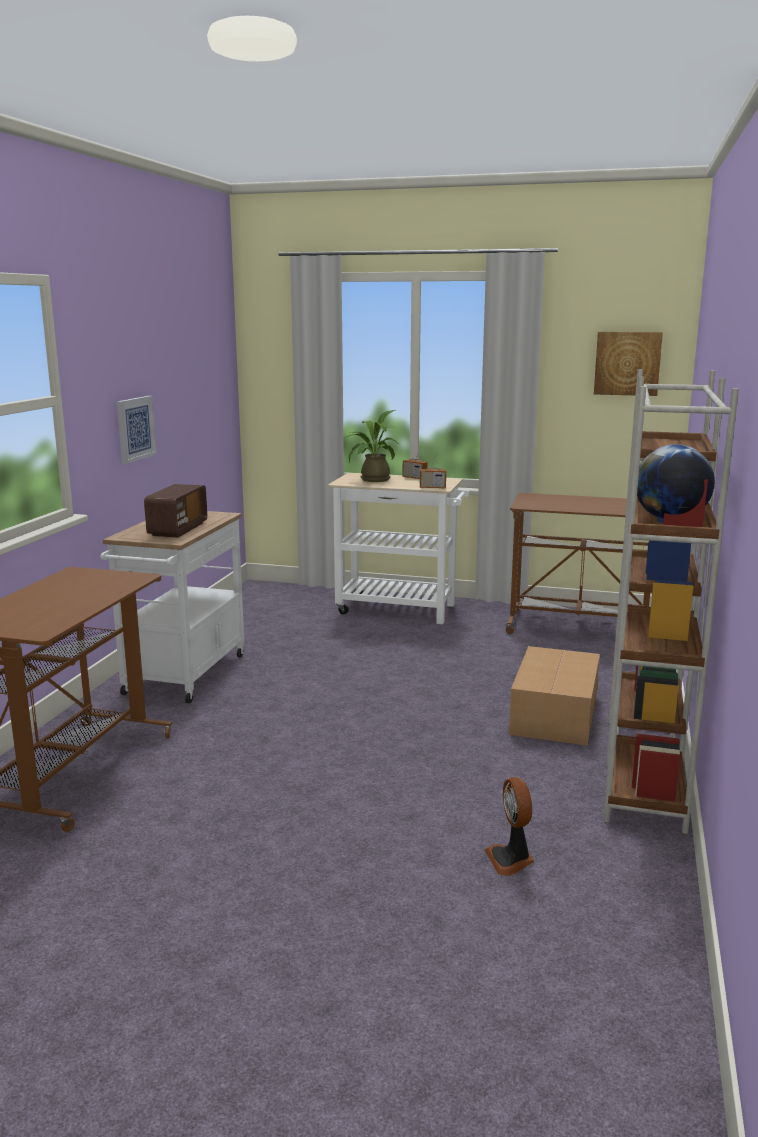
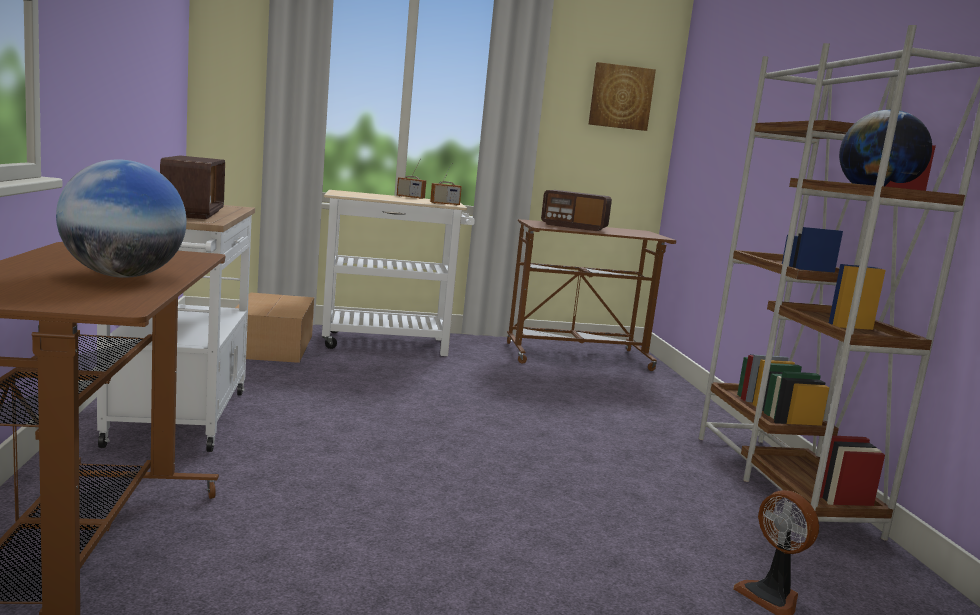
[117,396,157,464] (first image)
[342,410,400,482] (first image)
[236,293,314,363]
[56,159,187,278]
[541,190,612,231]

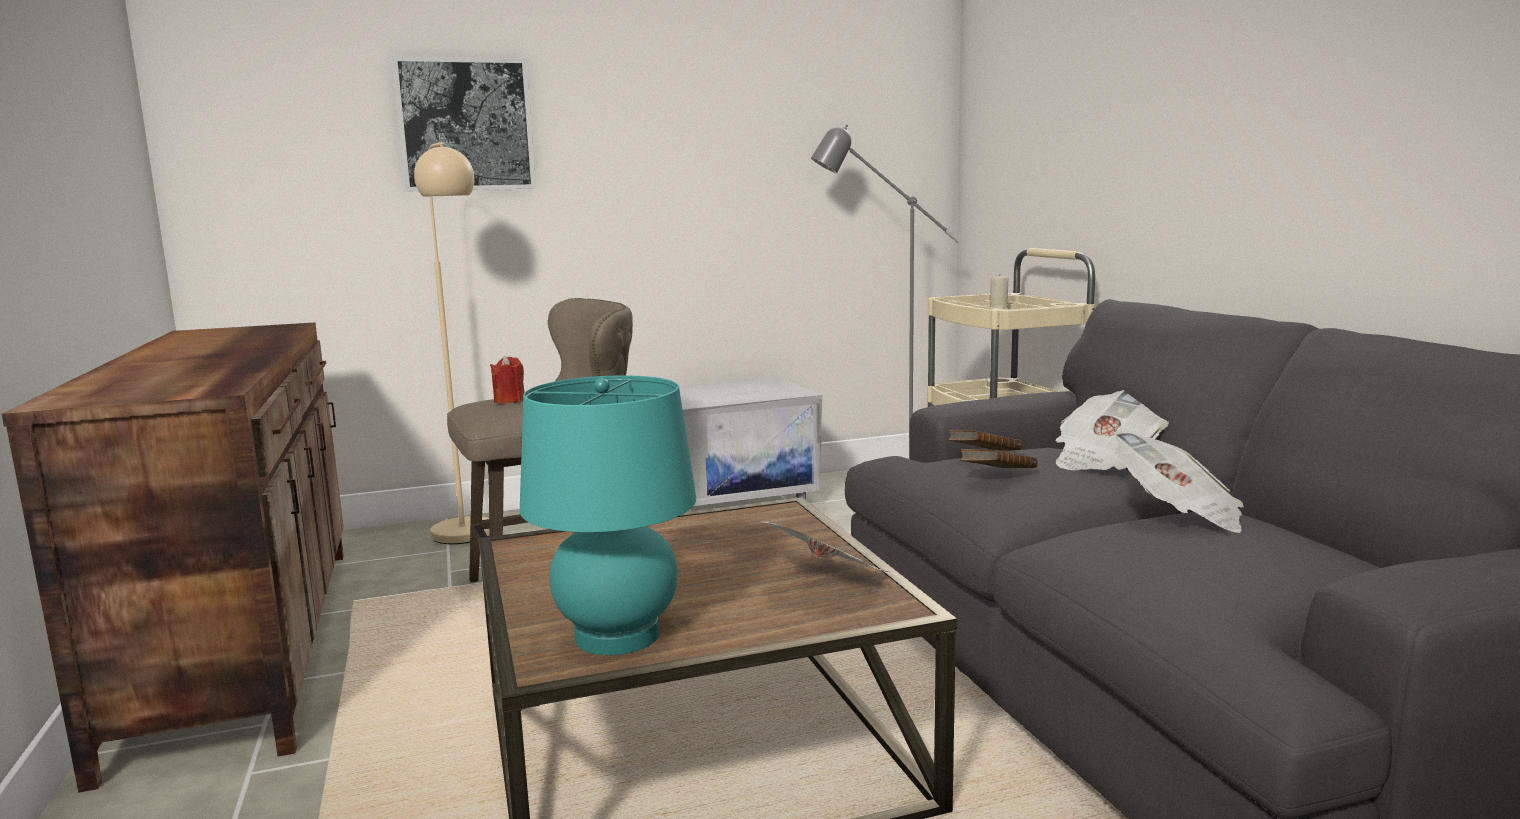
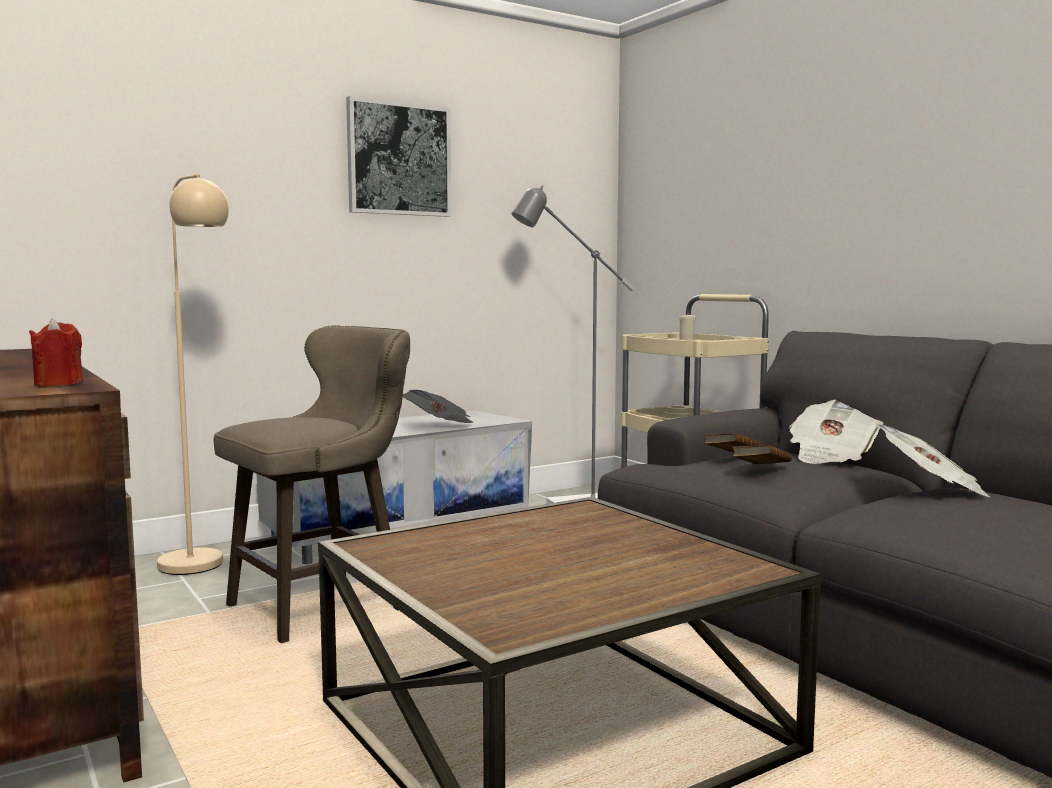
[346,96,451,217]
[29,319,84,387]
[520,375,696,655] (first image)
[403,390,473,423]

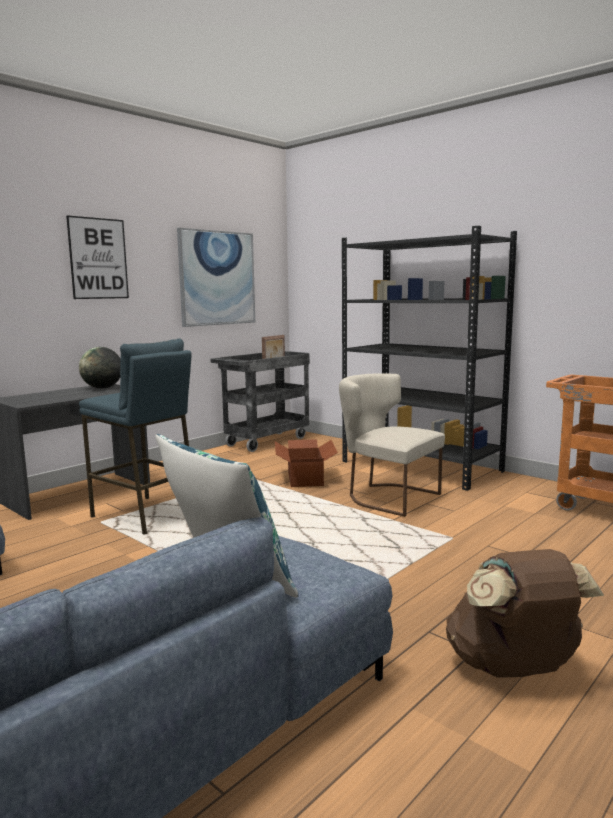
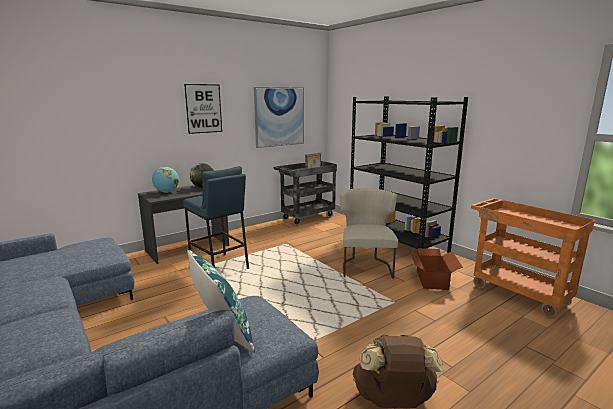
[340,188,398,279]
[409,248,463,290]
[152,167,179,193]

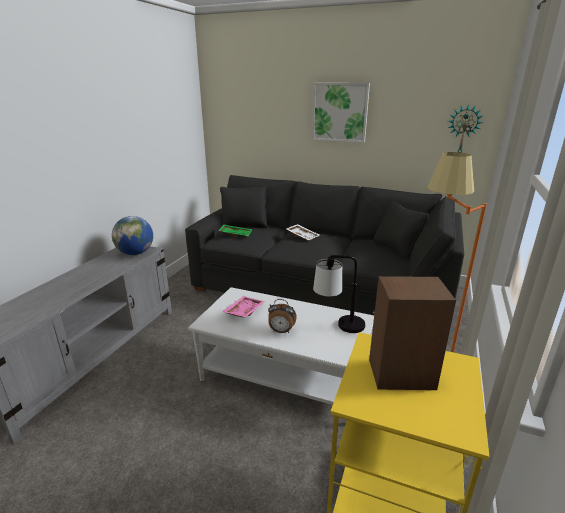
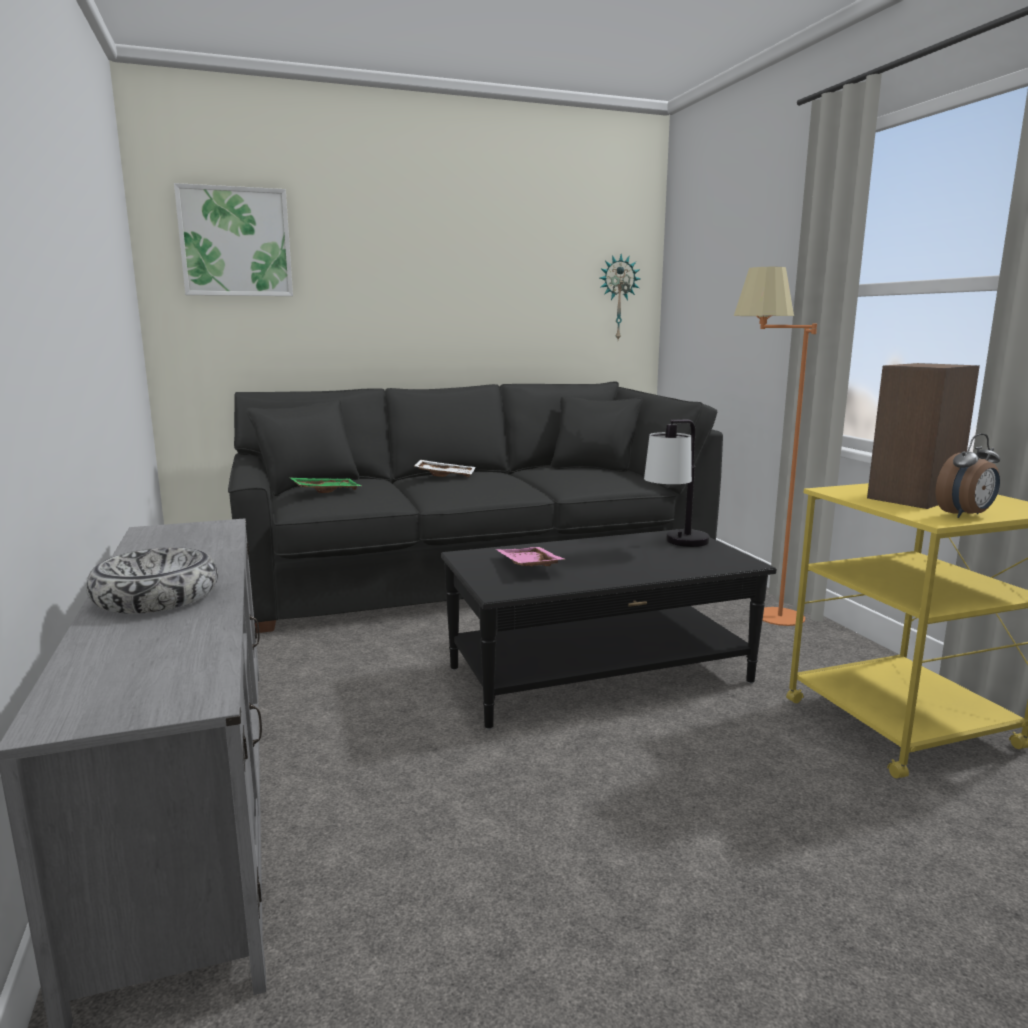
[174,183,293,296]
[112,216,153,255] (first image)
[441,529,776,730]
[936,433,1000,518]
[86,547,218,614]

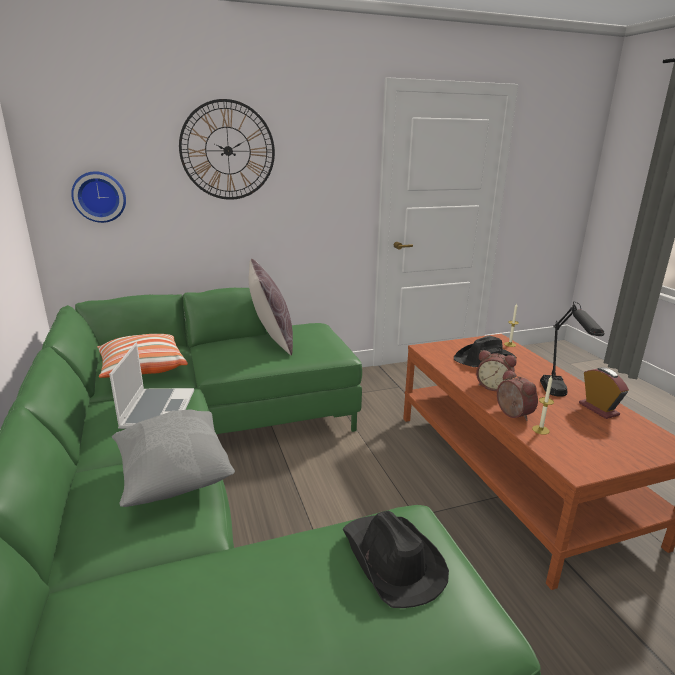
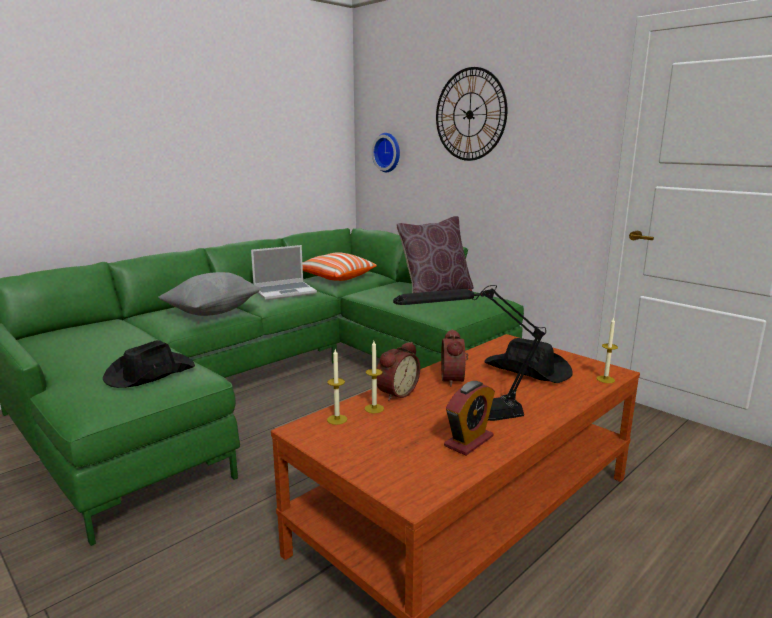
[327,349,347,425]

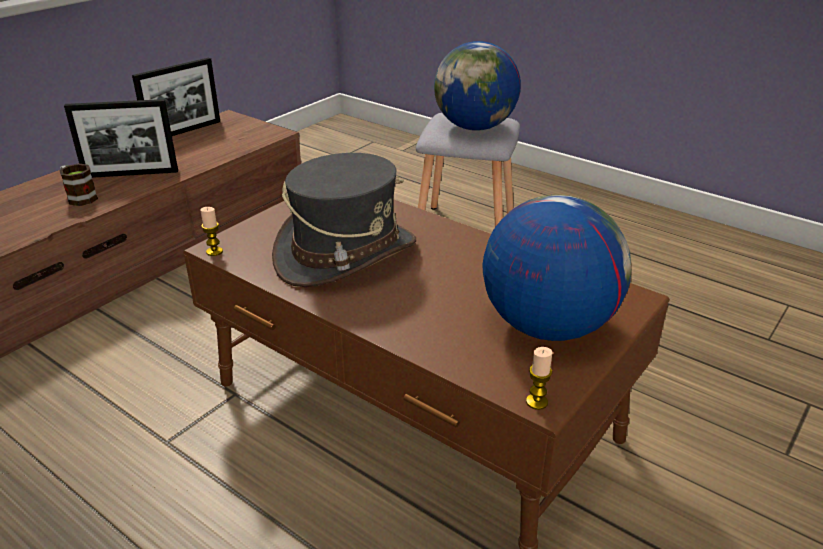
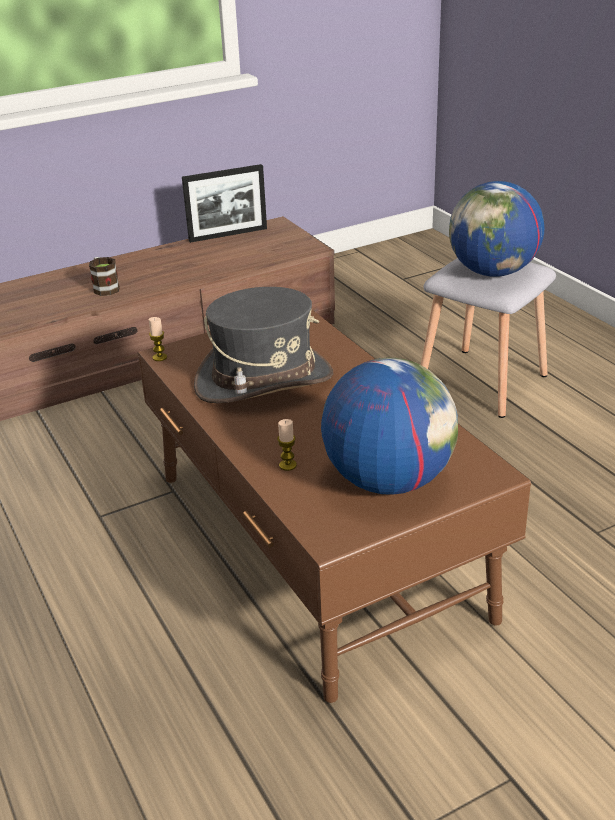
[64,99,178,178] (first image)
[277,419,297,471]

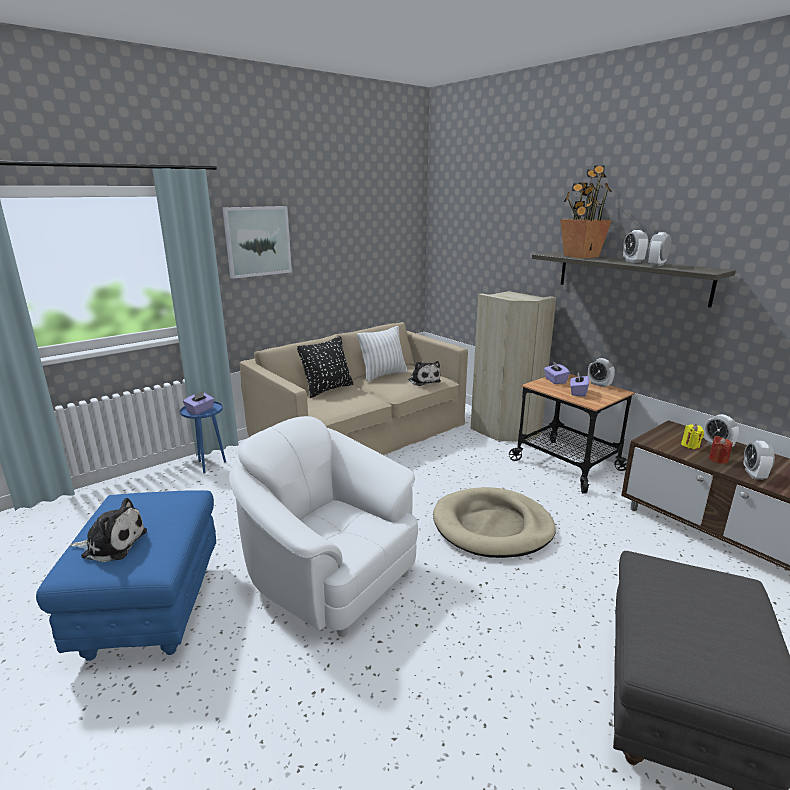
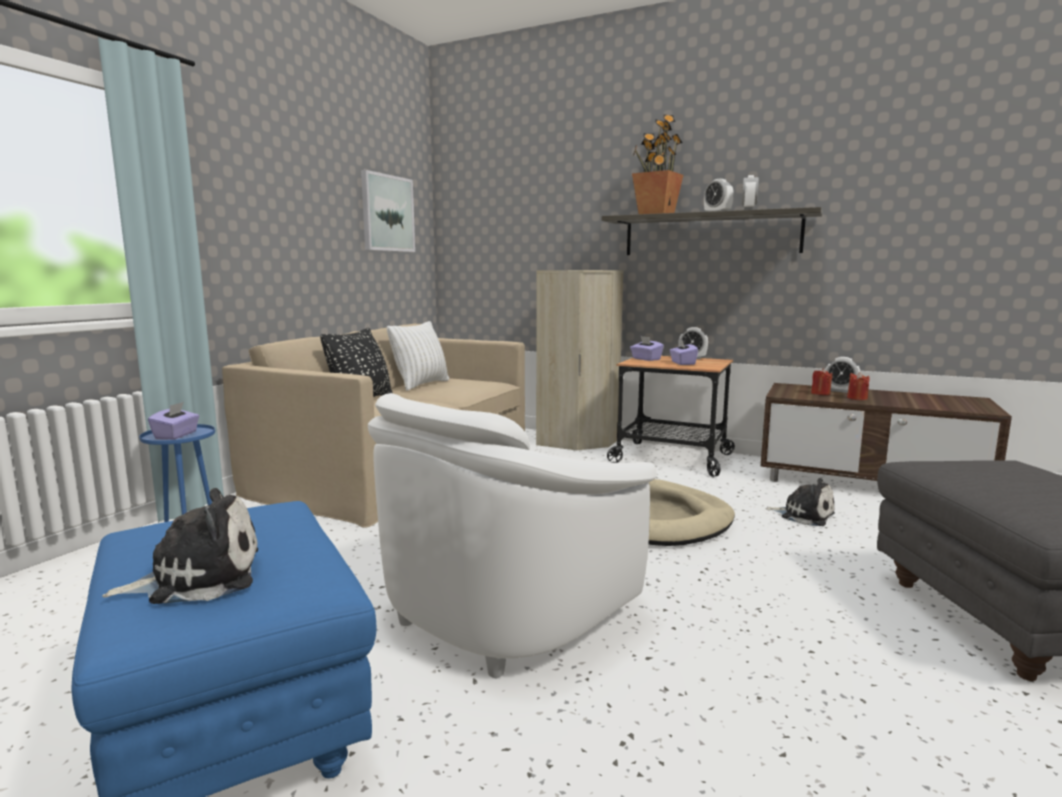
[361,170,415,252]
[765,478,835,526]
[368,393,657,678]
[811,368,833,395]
[743,441,775,480] (first image)

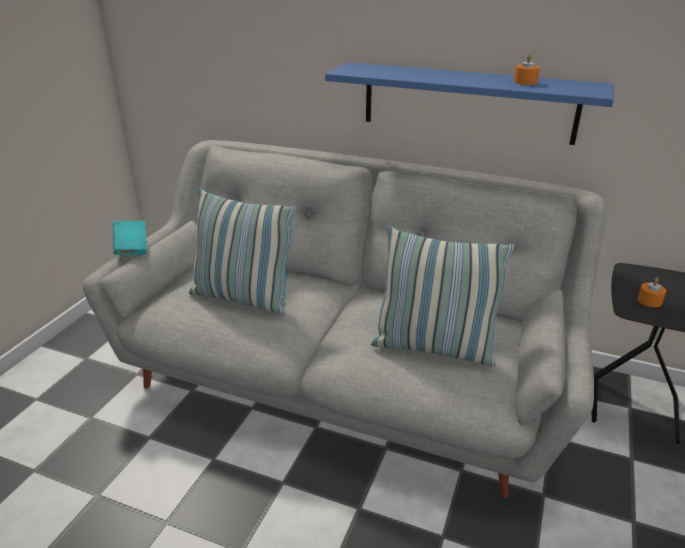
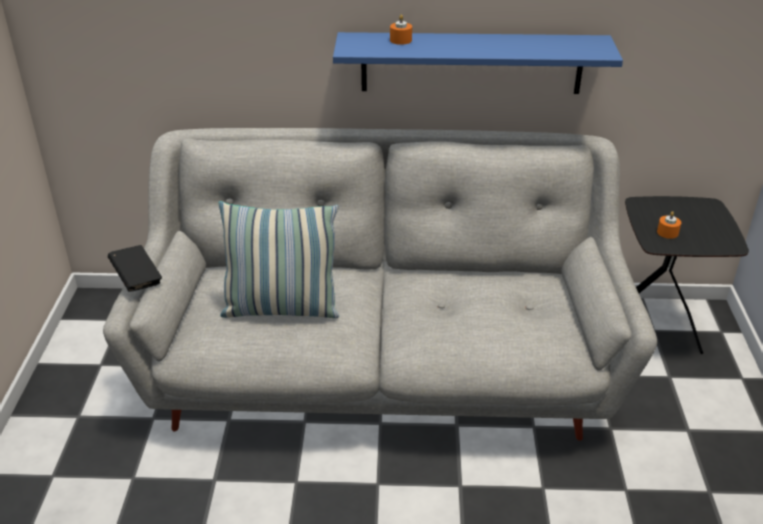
[390,14,412,45]
[108,245,162,292]
[371,226,515,366] (first image)

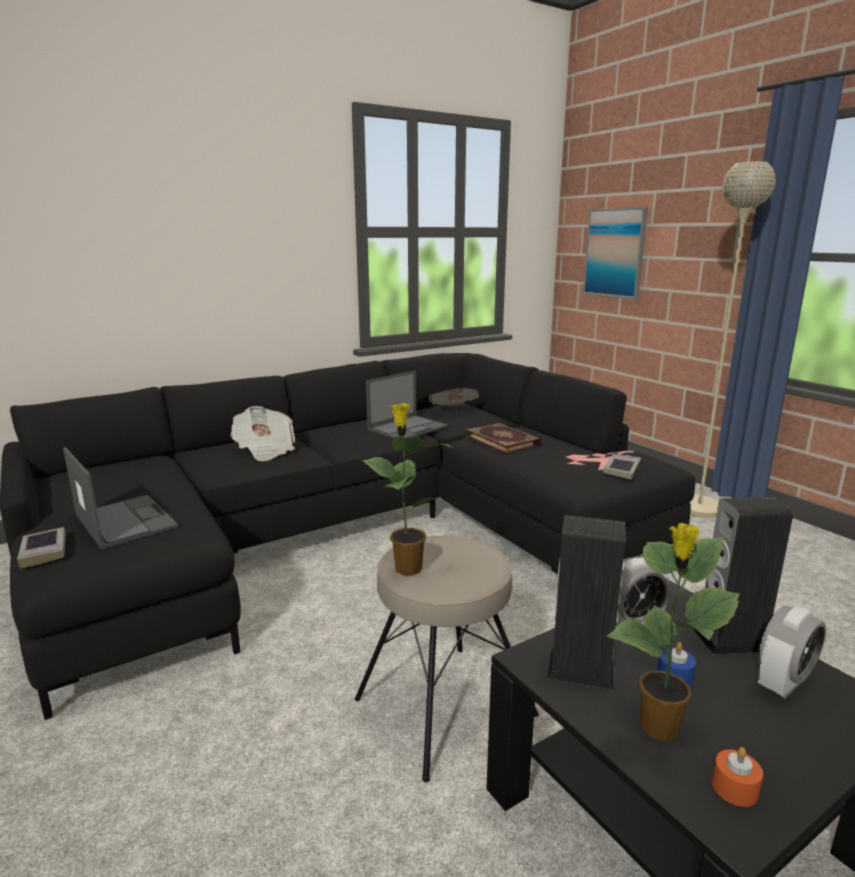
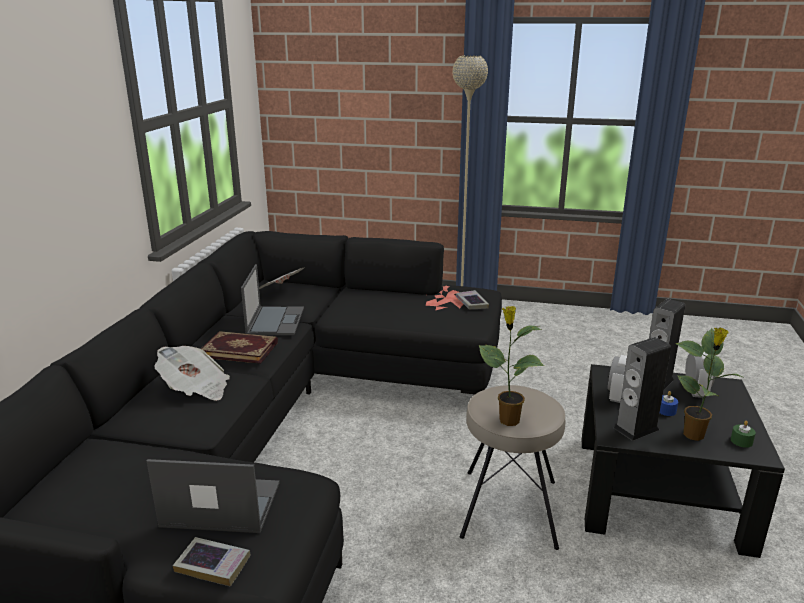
[583,207,648,299] (first image)
[201,331,278,364]
[731,421,756,448]

